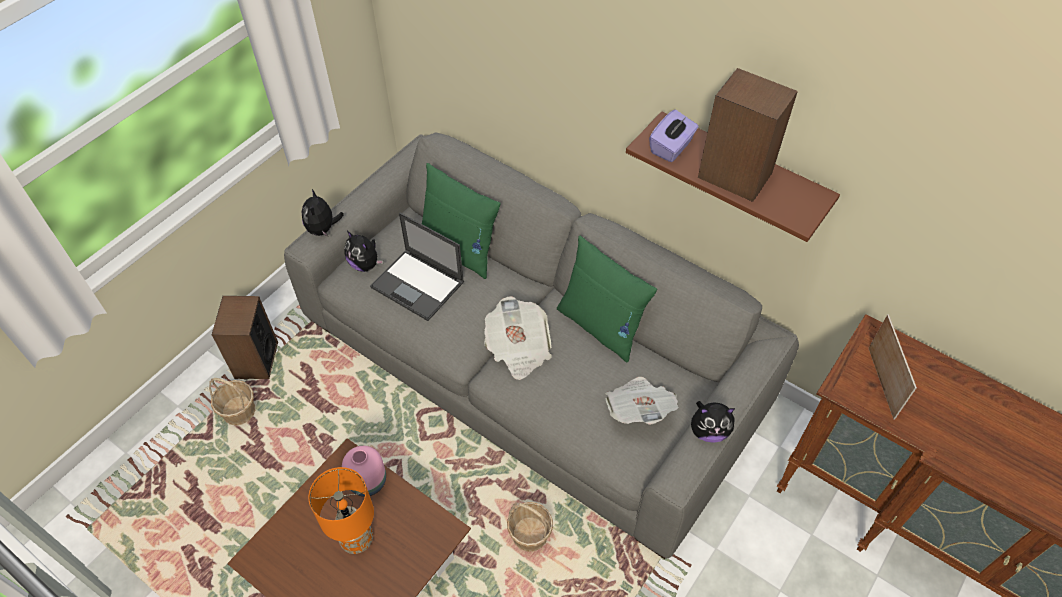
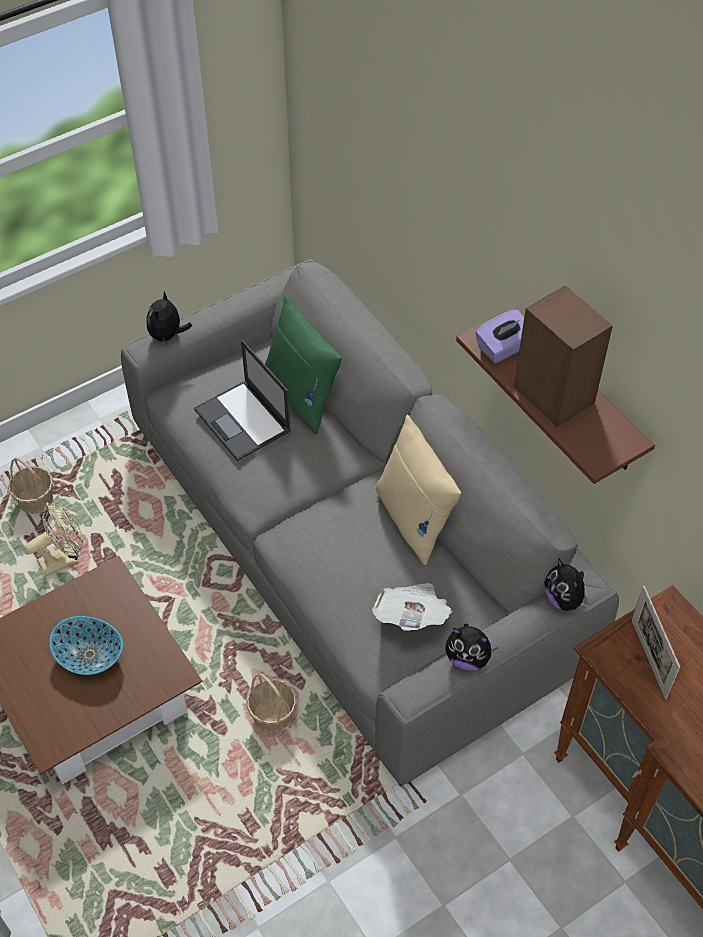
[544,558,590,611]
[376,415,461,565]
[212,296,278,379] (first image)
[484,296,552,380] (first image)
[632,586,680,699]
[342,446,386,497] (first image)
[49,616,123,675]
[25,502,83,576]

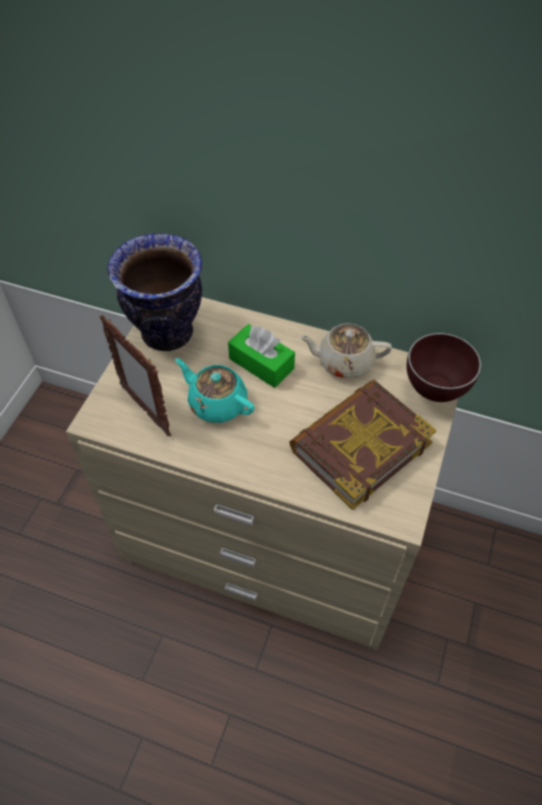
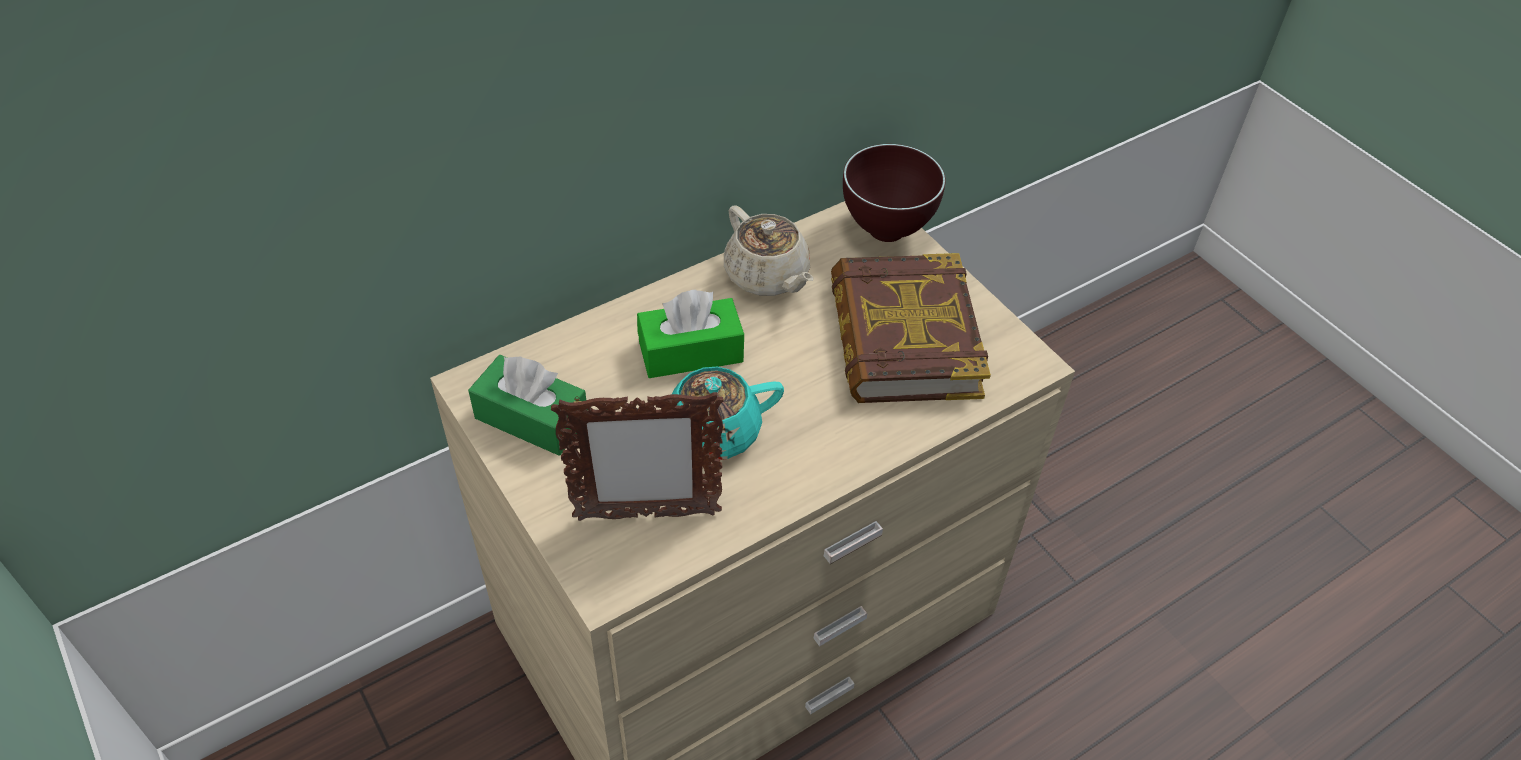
[468,355,586,456]
[724,205,814,296]

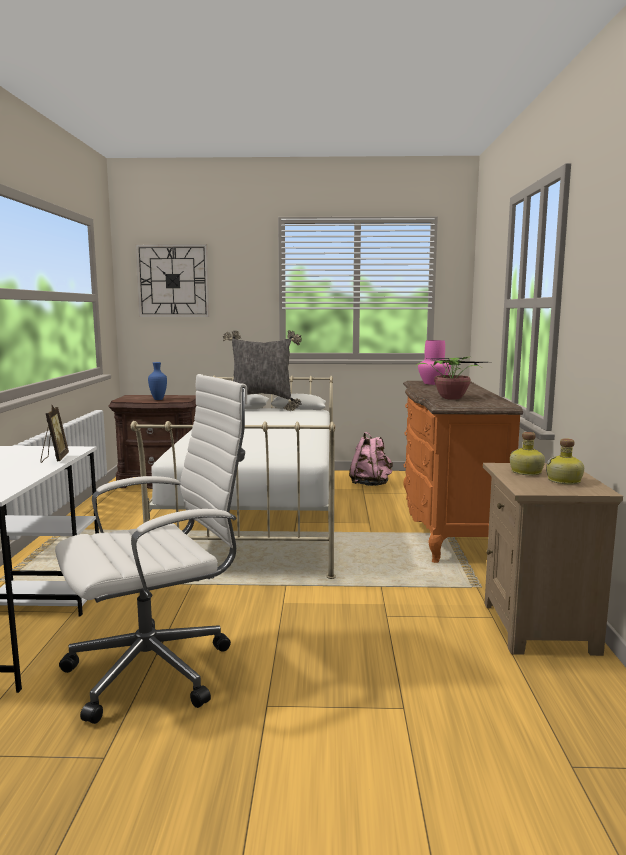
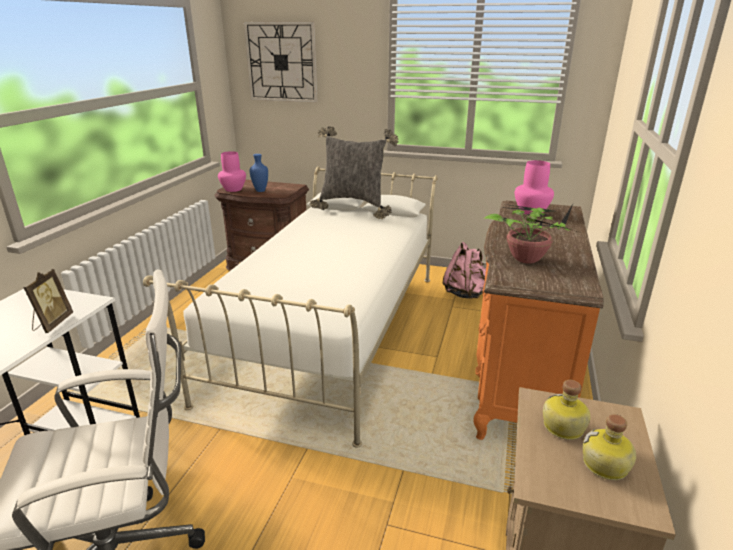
[218,151,246,192]

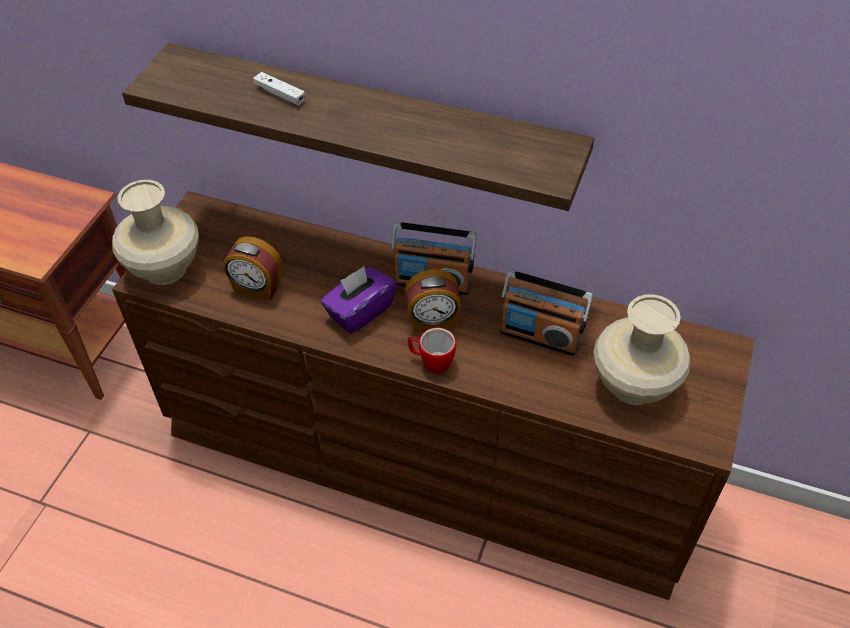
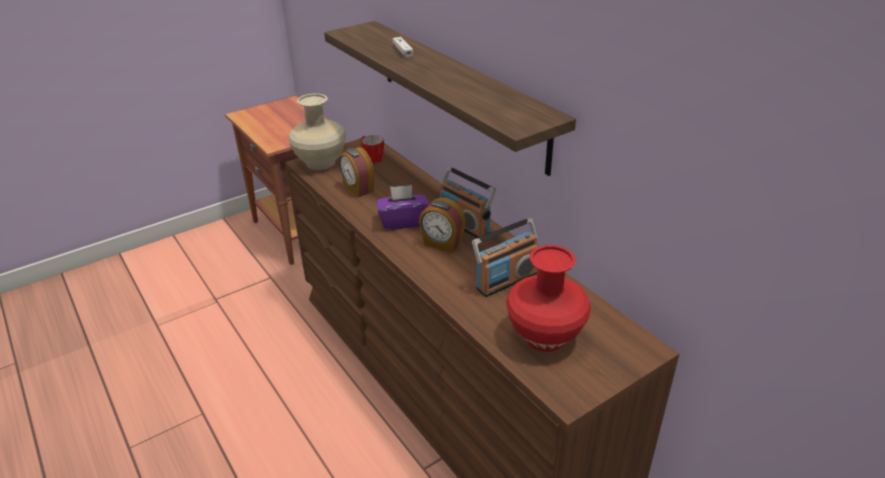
[472,218,539,297]
[506,245,591,352]
[361,135,384,164]

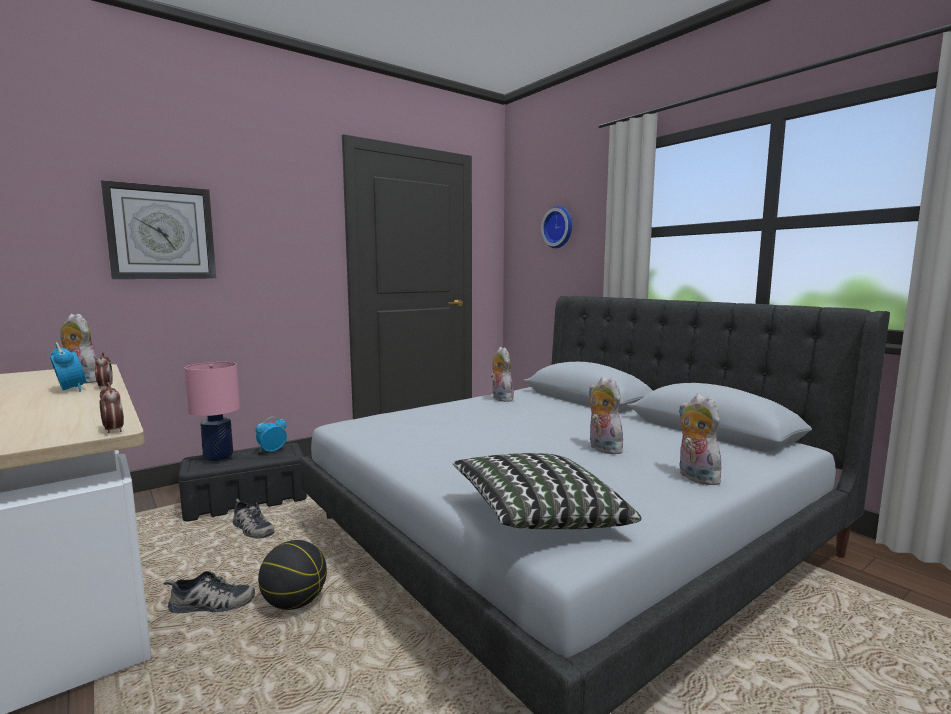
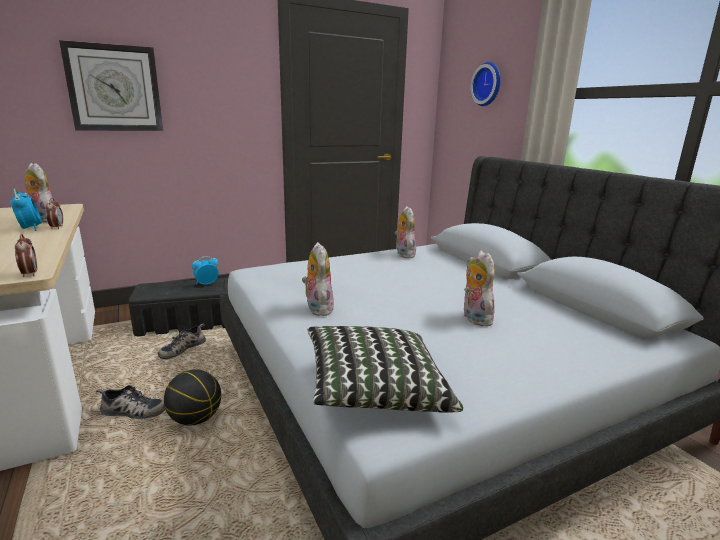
[185,362,240,461] (first image)
[302,242,334,316]
[158,324,206,359]

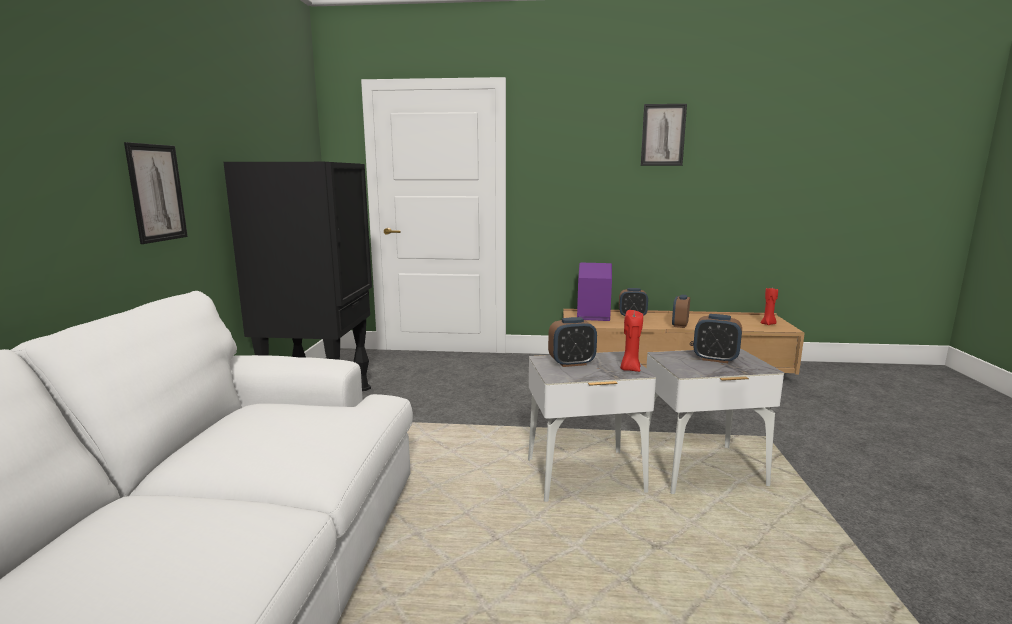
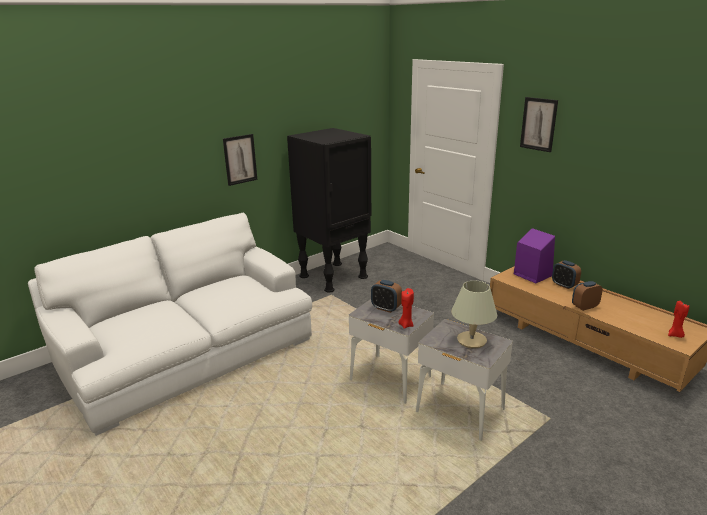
[520,97,558,152]
[451,281,497,349]

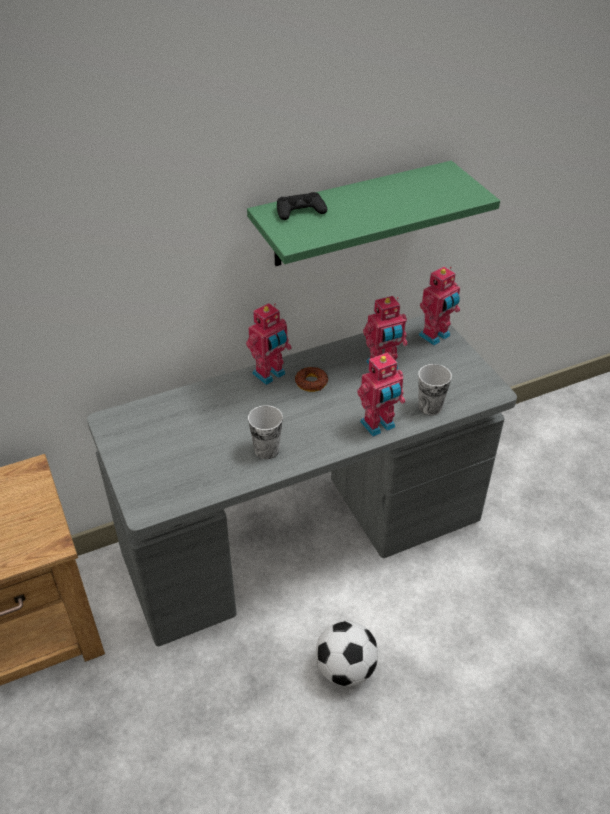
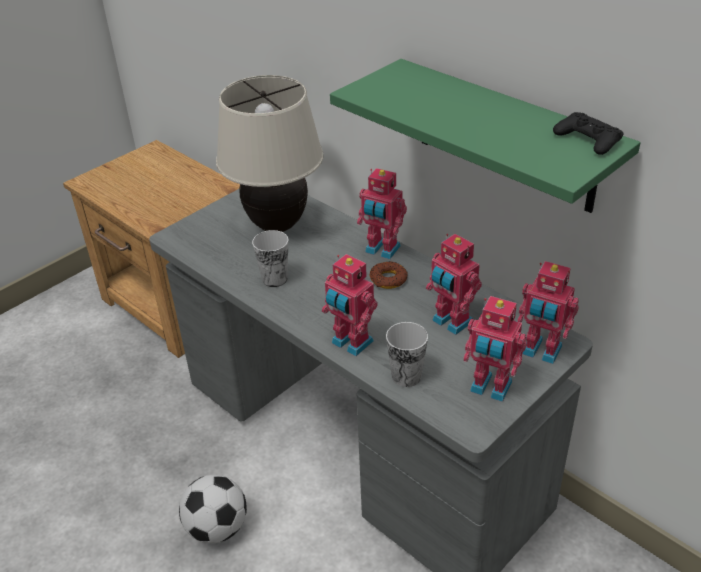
[553,112,624,155]
[216,75,324,232]
[463,296,527,402]

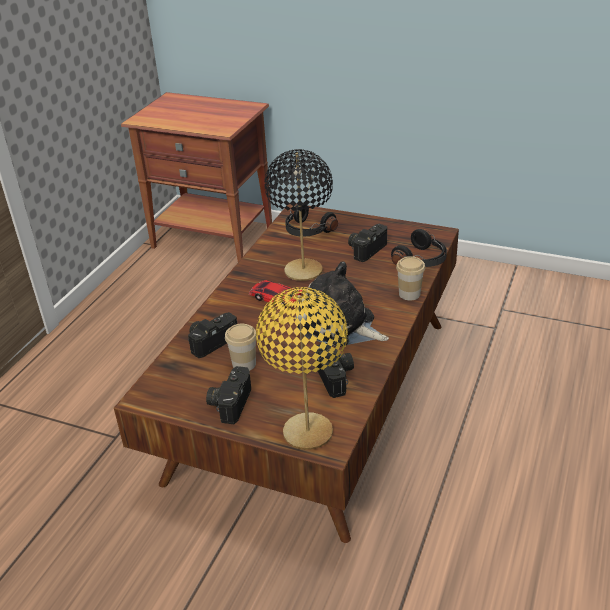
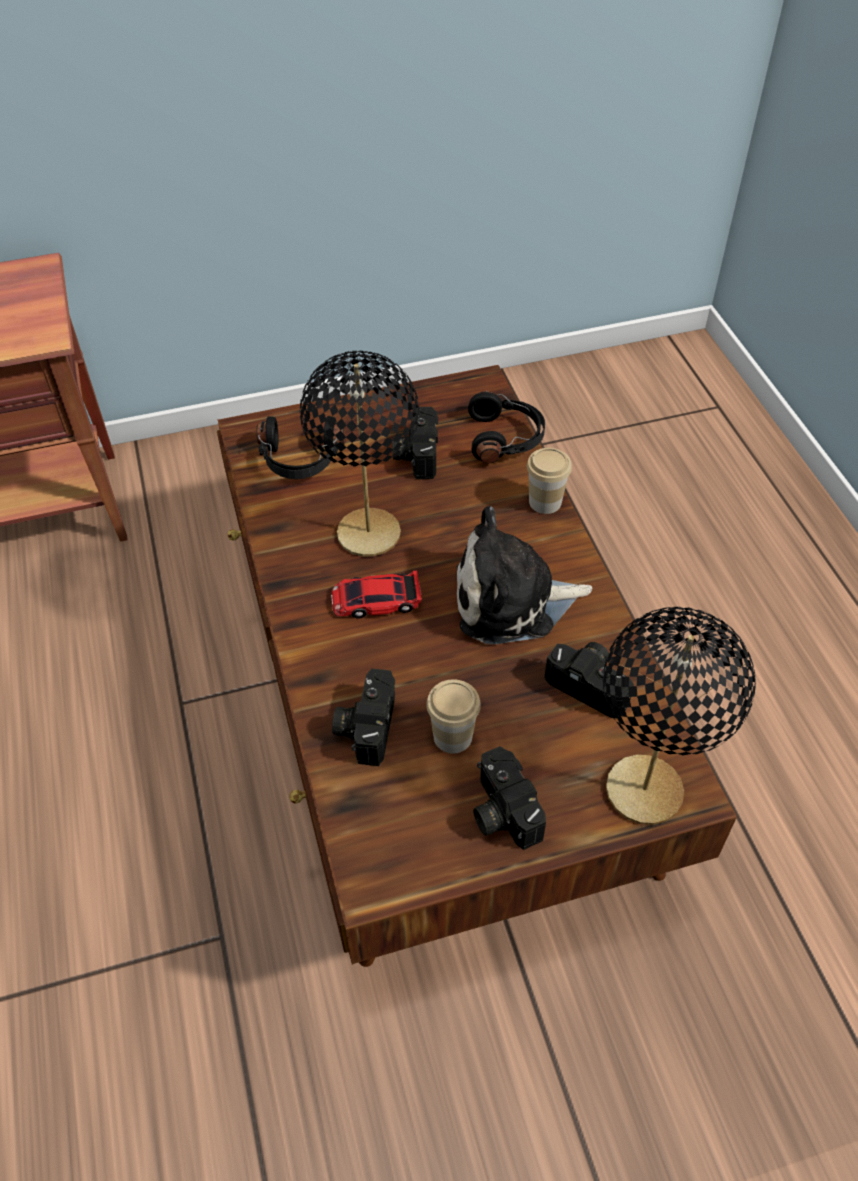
[603,607,756,825]

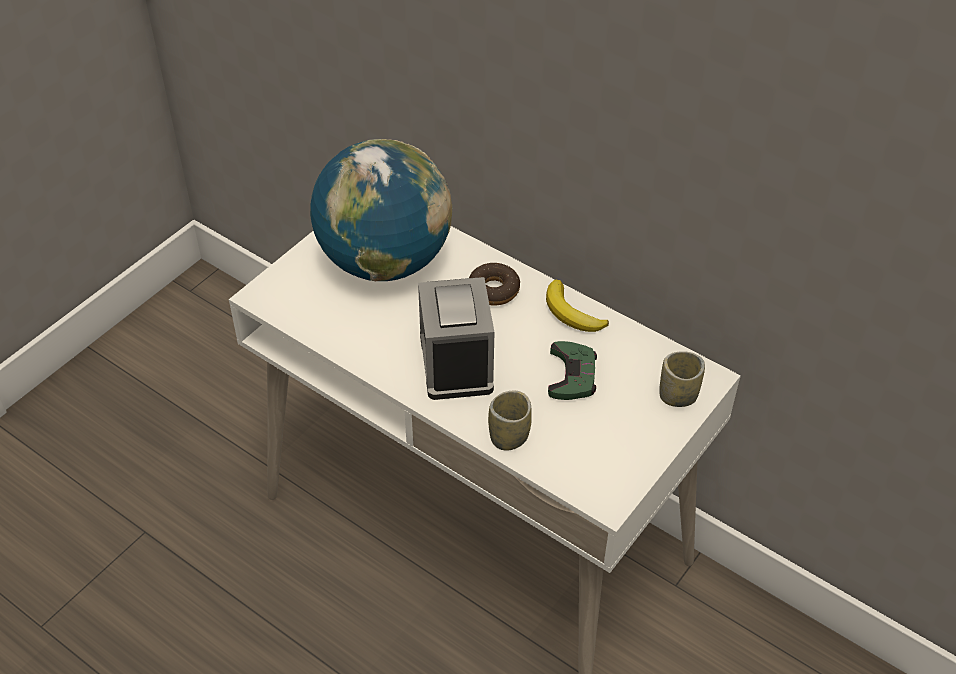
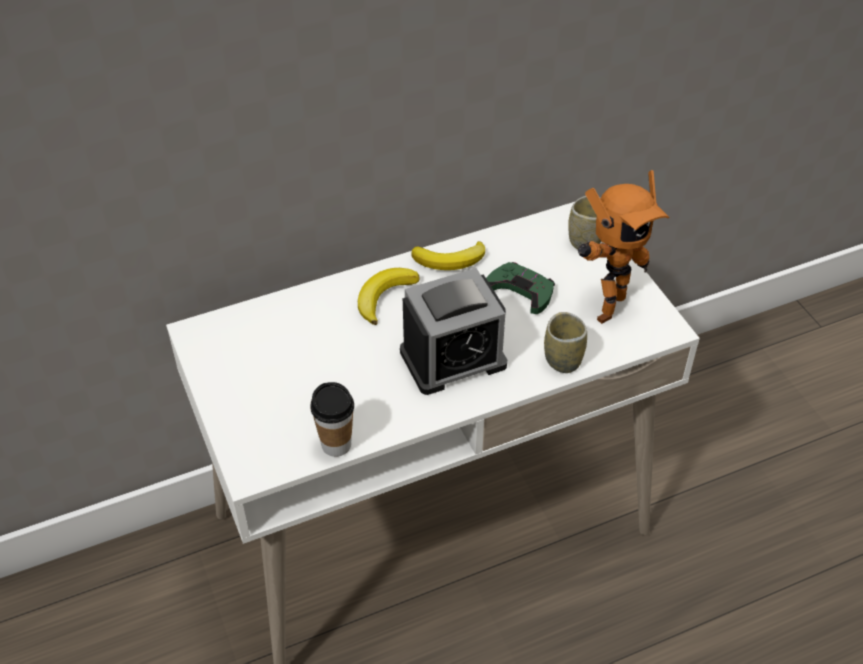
[310,139,452,281] (first image)
[358,268,420,325]
[400,268,507,395]
[578,170,670,324]
[310,382,354,457]

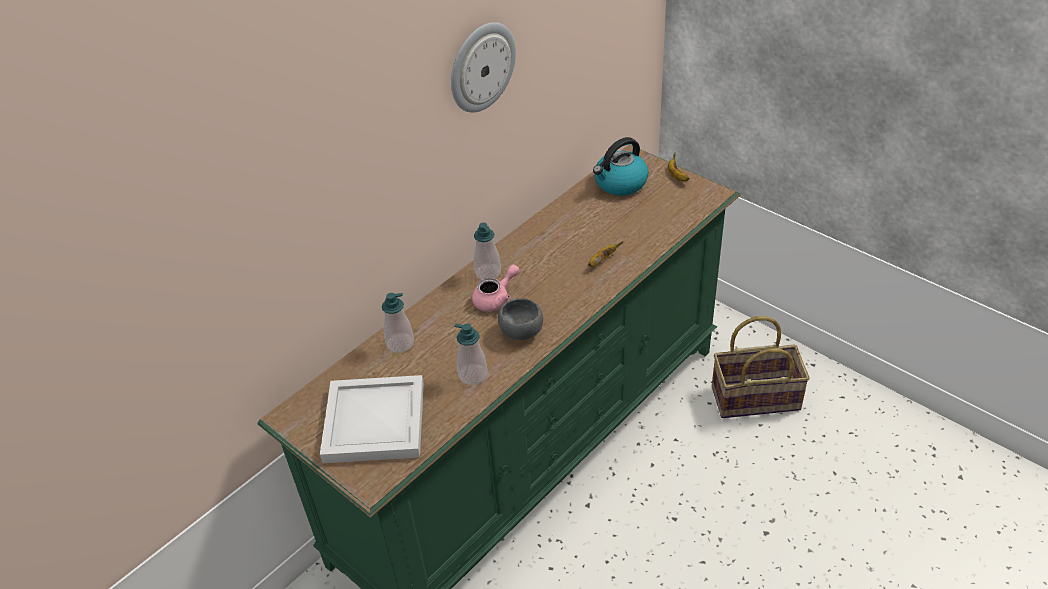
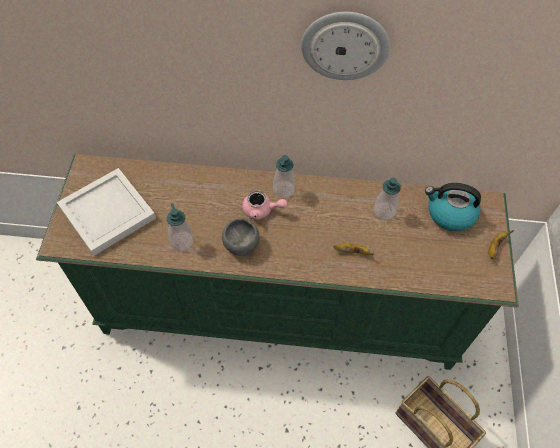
[374,178,402,220]

